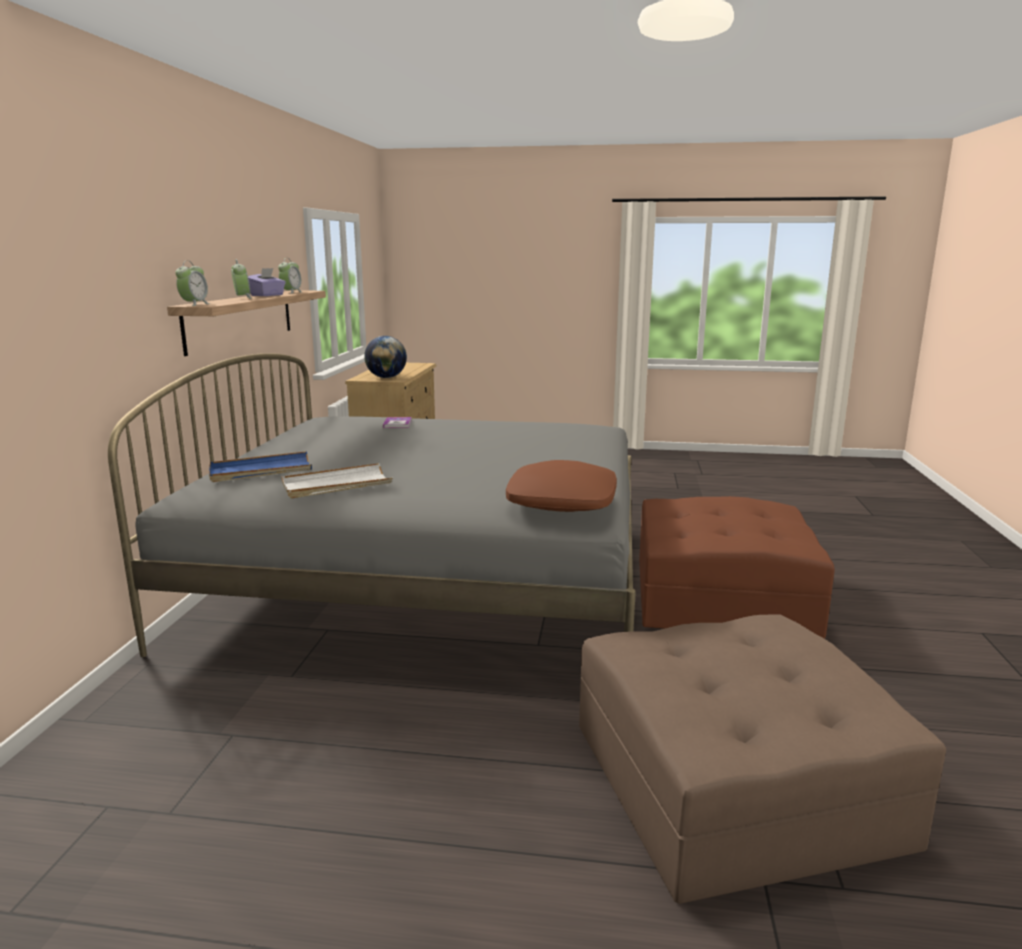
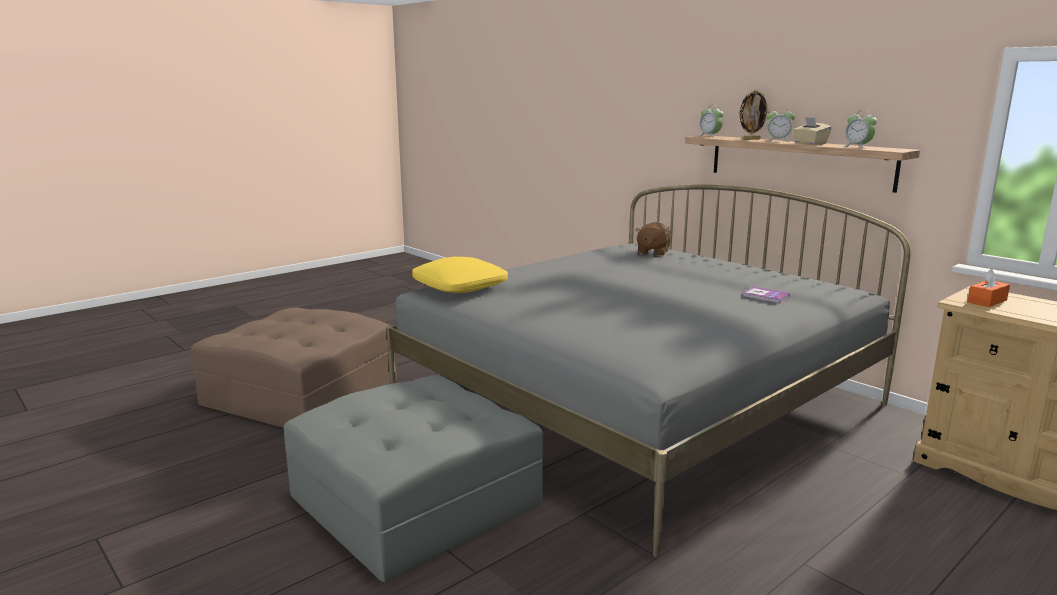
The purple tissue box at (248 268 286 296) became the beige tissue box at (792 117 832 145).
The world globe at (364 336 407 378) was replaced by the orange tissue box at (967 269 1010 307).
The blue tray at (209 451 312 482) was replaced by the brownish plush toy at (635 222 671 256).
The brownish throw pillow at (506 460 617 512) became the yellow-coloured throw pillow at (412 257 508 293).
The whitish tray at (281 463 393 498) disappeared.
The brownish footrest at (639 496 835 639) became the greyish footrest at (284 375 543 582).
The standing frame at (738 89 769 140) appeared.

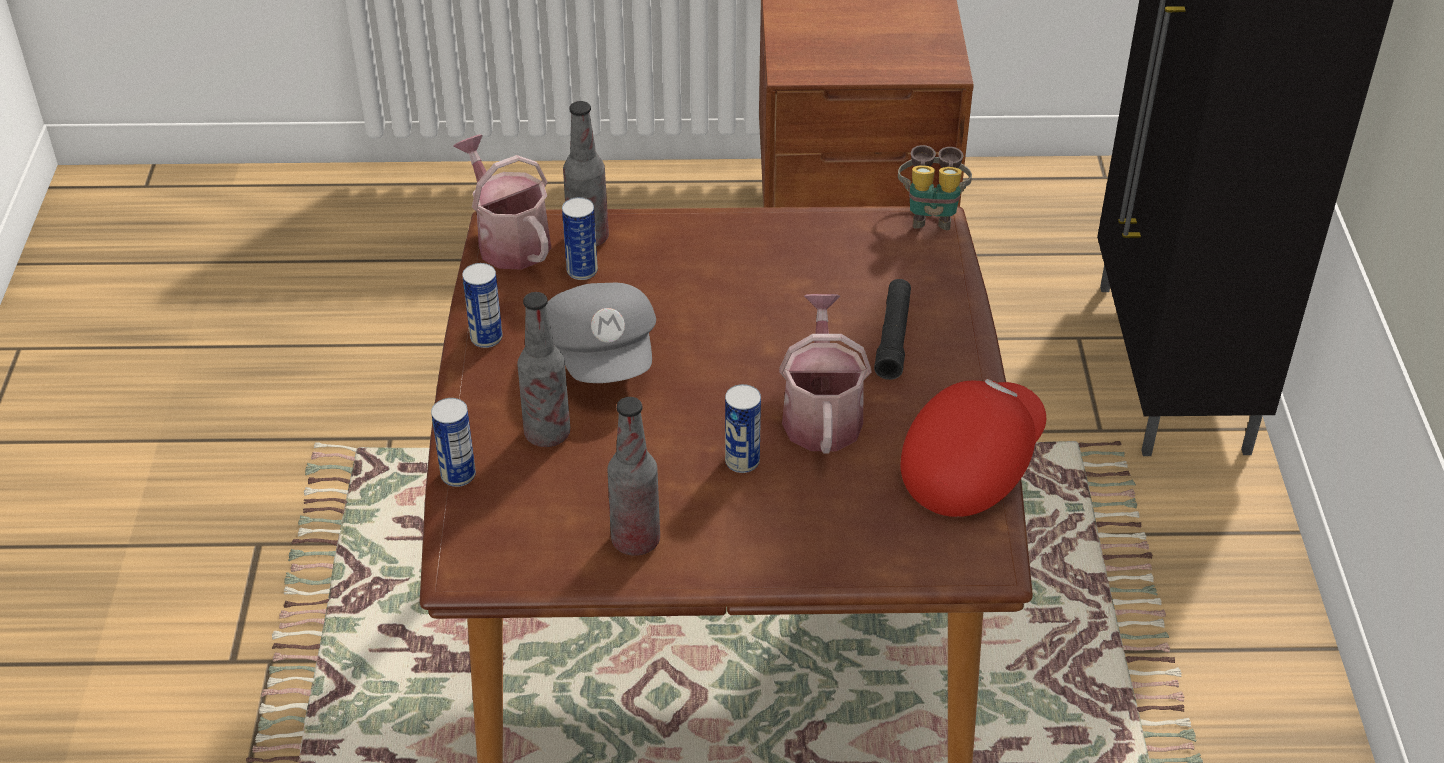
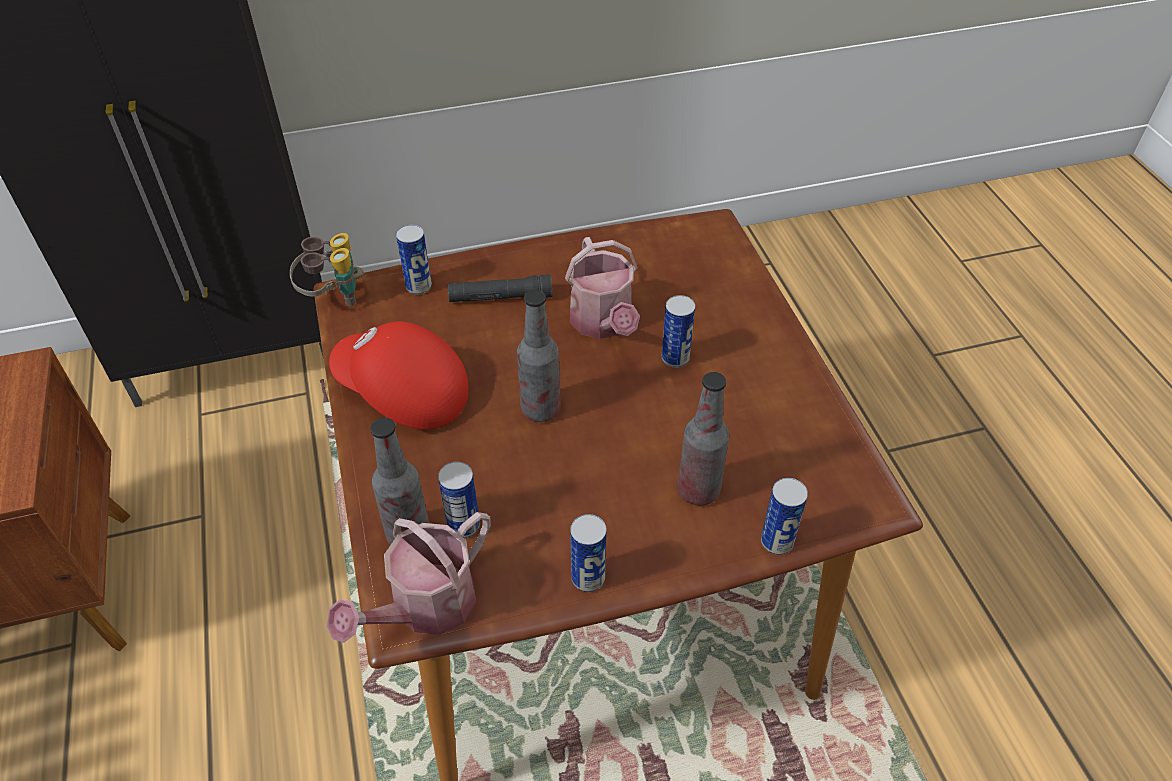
The greyish baseball cap at (546 283 656 383) disappeared.
The sprinkling can at (779 294 872 453) turned 90 degrees counterclockwise.
The red baseball cap moved from (900 379 1046 517) to (329 321 469 429).
The beverage bottle moved from (607 397 660 556) to (517 290 561 422).
The sealed can at (396 225 432 295) appeared.

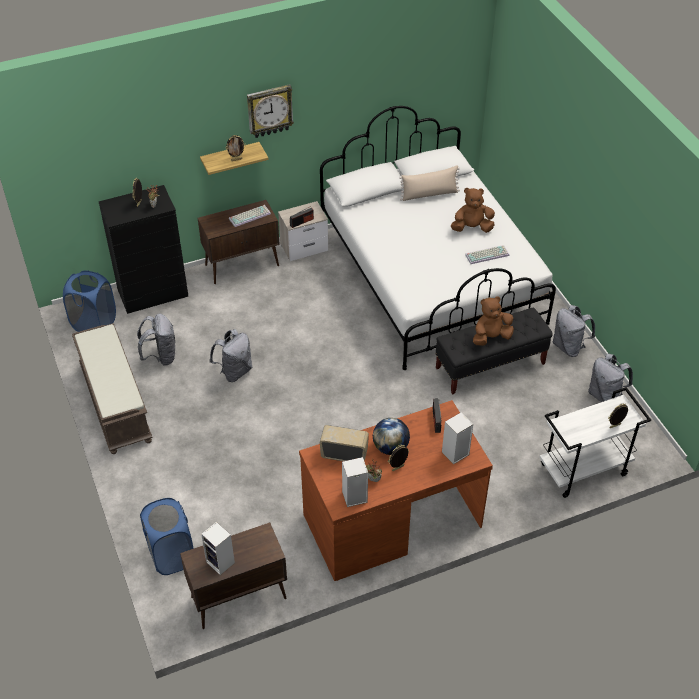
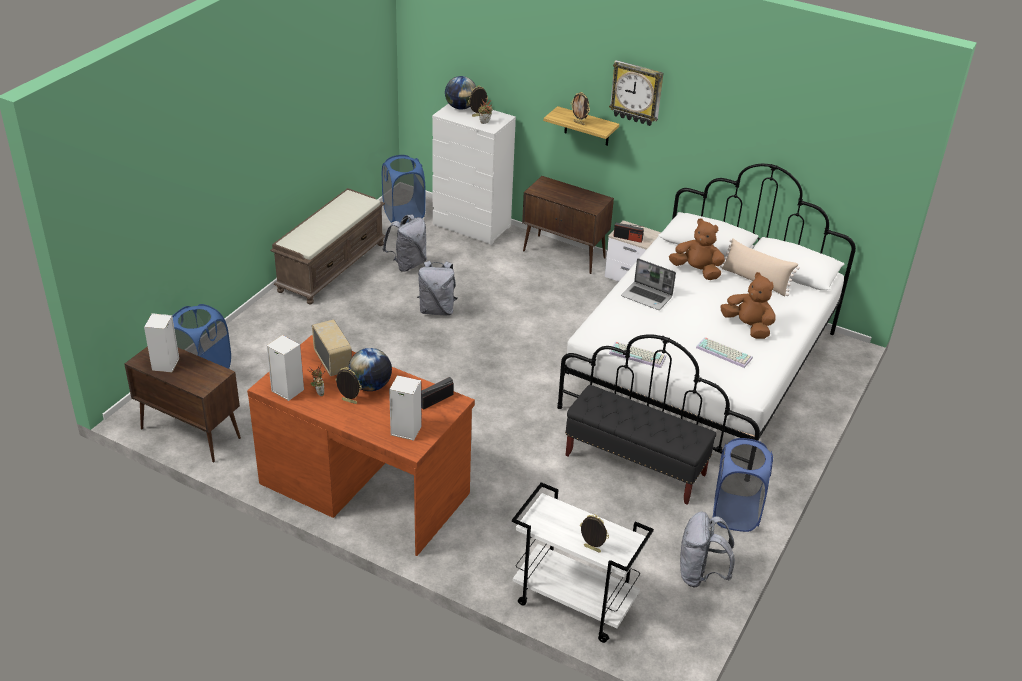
The black-coloured drawer chest at (99 185 188 314) became the whitish drawer chest at (432 103 516 245).
The PC keyboard moved from (229 205 271 227) to (609 342 666 368).
The brownish plush toy moved from (473 296 514 346) to (669 218 725 280).
The greyish knapsack at (553 305 595 357) was replaced by the blue hamper at (713 438 773 532).
The world globe at (445 76 476 109) appeared.
The laptop at (621 258 676 310) appeared.

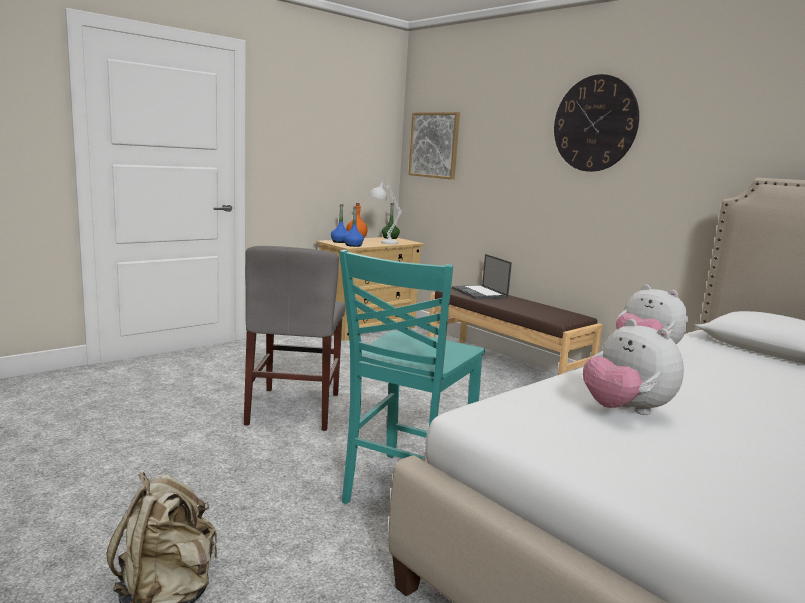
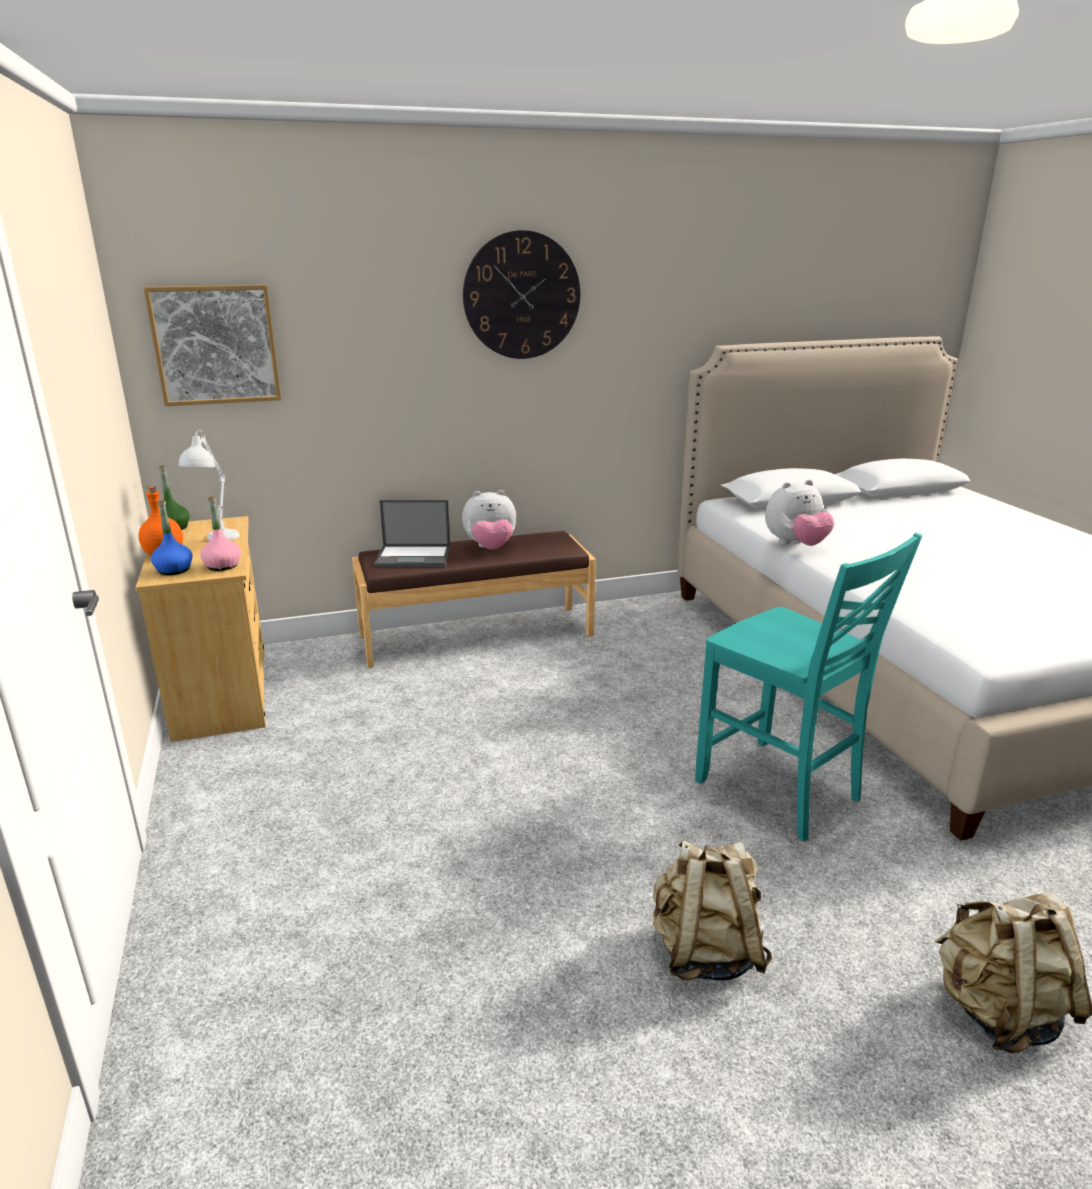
The blue beverage bottle at (344 207 364 247) became the pink-coloured beverage bottle at (200 496 241 571).
The greyish plain chair at (244 246 345 431) disappeared.
The plush toy moved from (583 319 684 415) to (462 490 516 550).
The beige knapsack at (653 841 772 981) appeared.

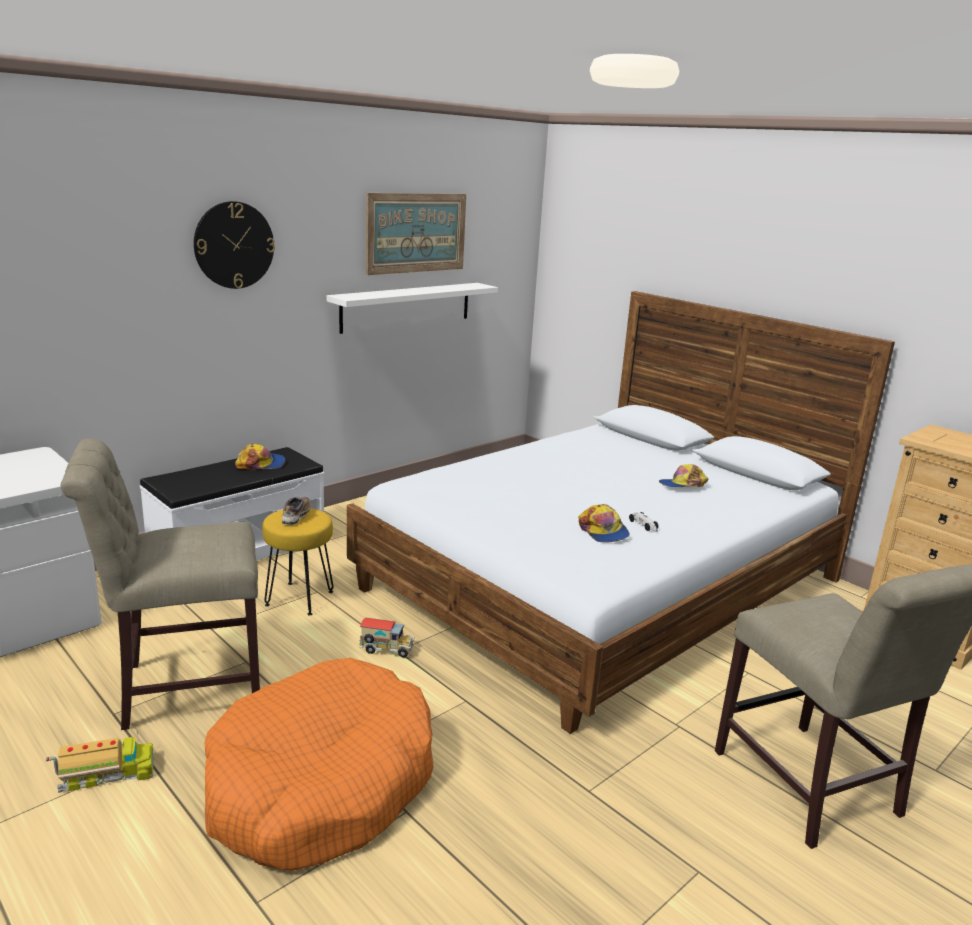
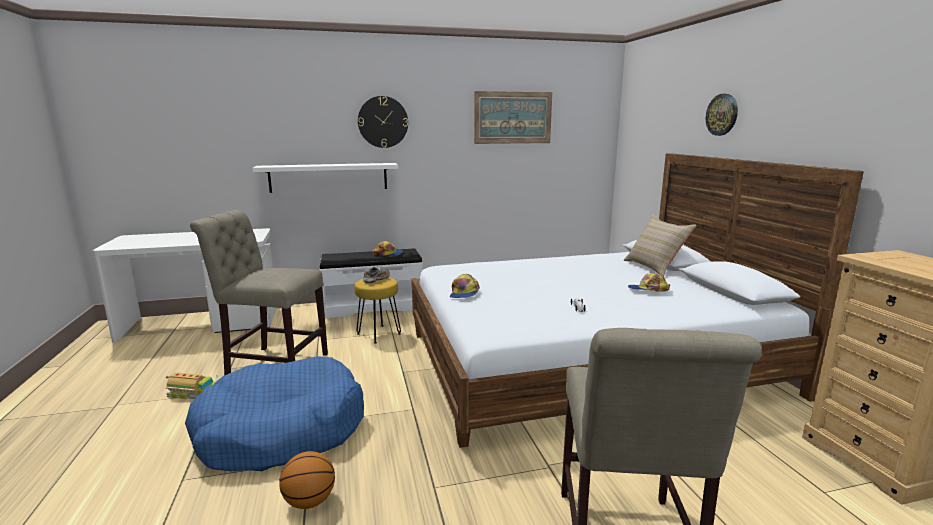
The whitish bracket shelf moved from (327 283 498 334) to (252 163 398 193).
The baseball cap moved from (578 504 630 543) to (450 274 480 298).
The toy truck at (360 618 414 658) disappeared.
The orange pet bed at (205 658 434 871) became the blue pet bed at (185 356 364 471).
The hanging clock at (706 94 738 136) appeared.
The beige throw pillow at (624 215 697 277) appeared.
The basketball at (279 451 335 509) appeared.

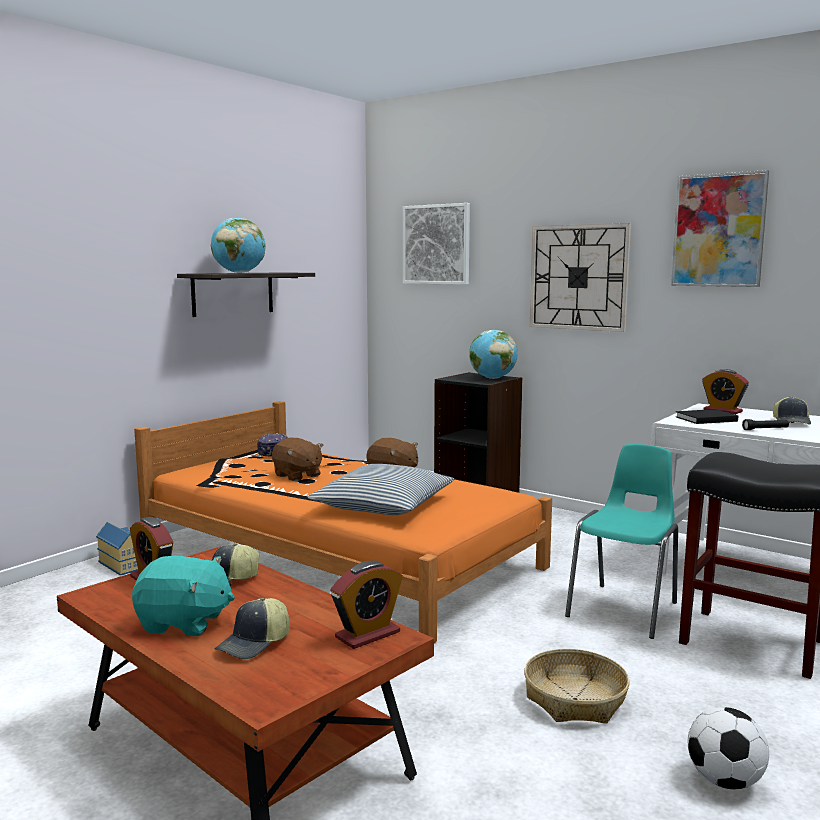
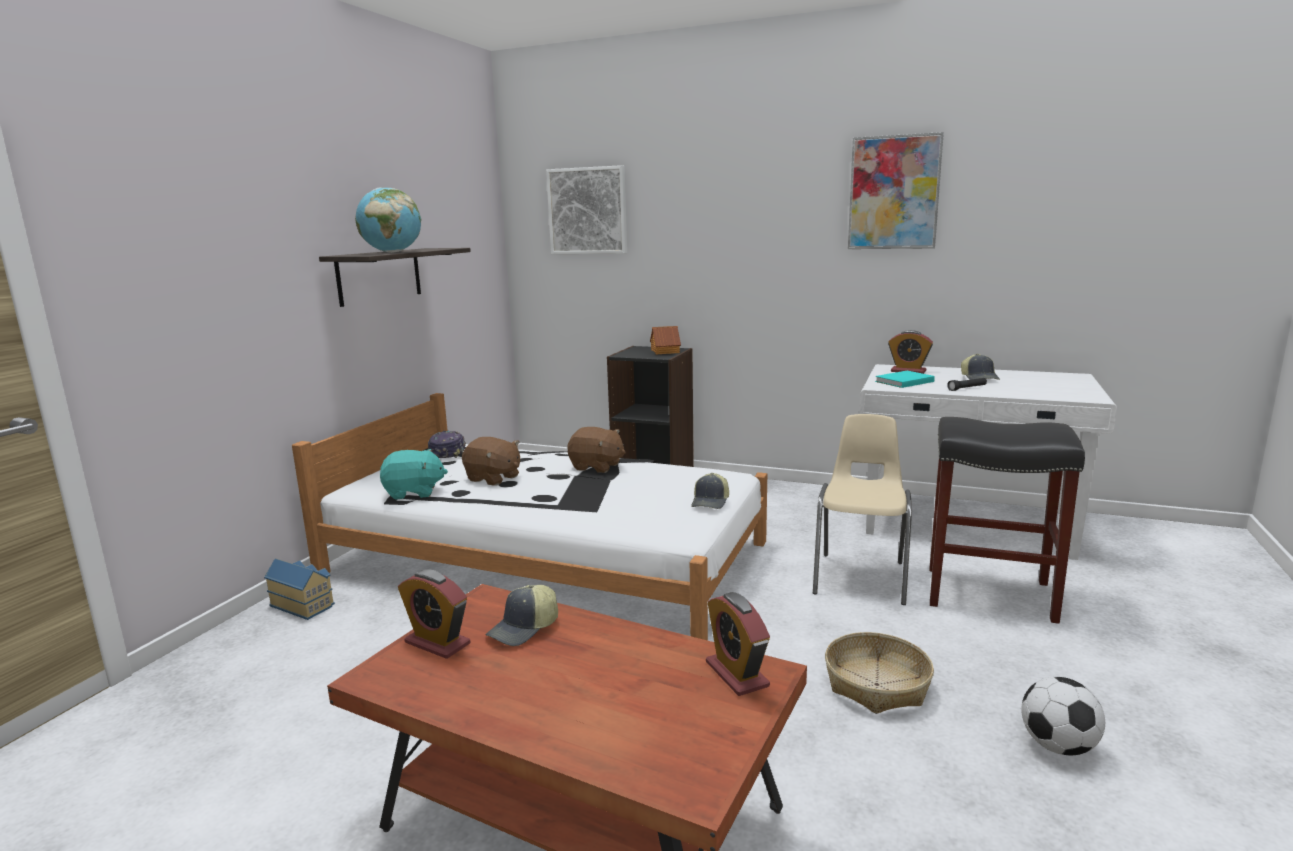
The hanging clock at (530 223 631 332) disappeared.
The world globe at (469 330 518 379) was replaced by the toy house at (650 326 681 354).
The orange sleeping bed at (134 401 552 643) became the whitish sleeping bed at (292 393 767 641).
The black-coloured bound book at (676 409 738 424) became the blue-green bound book at (875 371 935 388).
The blue-green plain chair at (565 444 678 639) became the beige plain chair at (813 414 912 605).
The throw pillow at (308 464 454 515) disappeared.
The blue-green plush toy moved from (132 556 235 636) to (380 449 448 500).
The table clock at (331 560 403 649) turned 120 degrees clockwise.
The baseball cap moved from (215 598 290 659) to (691 473 729 509).

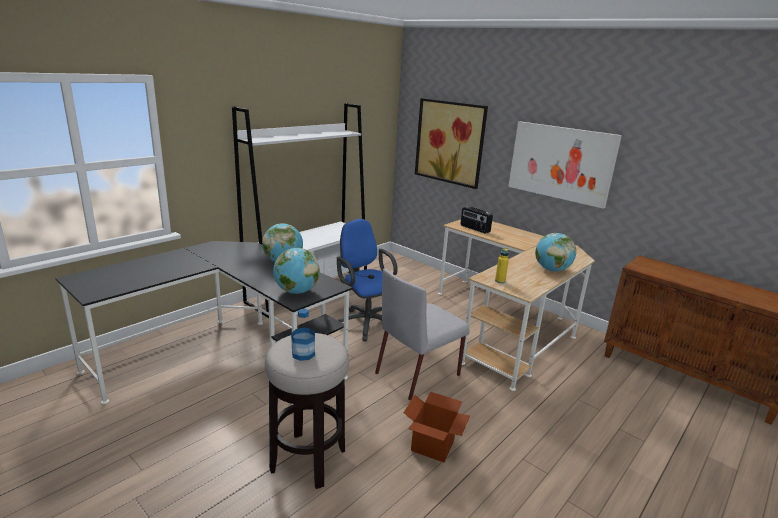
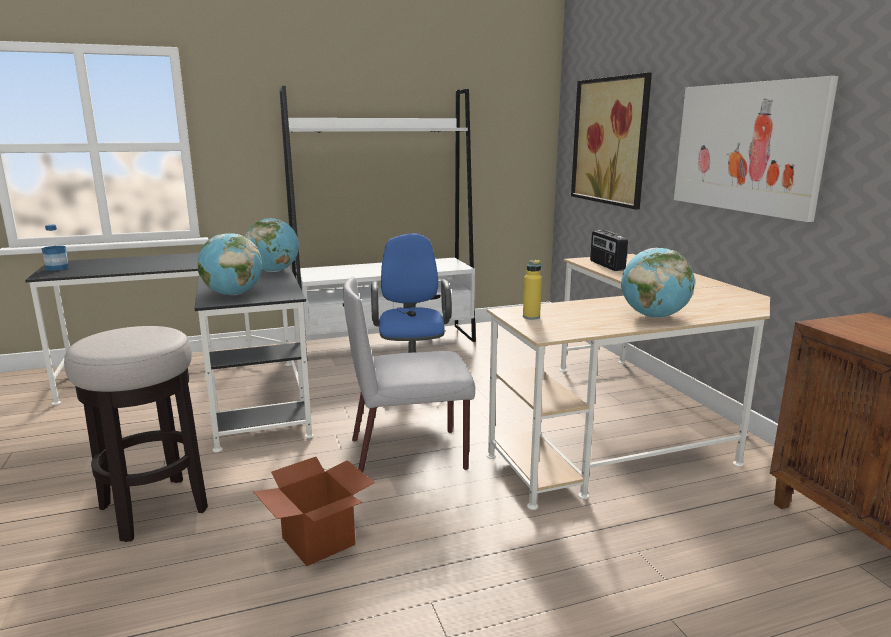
The beverage bottle moved from (291 309 315 361) to (42 225 69 271).

